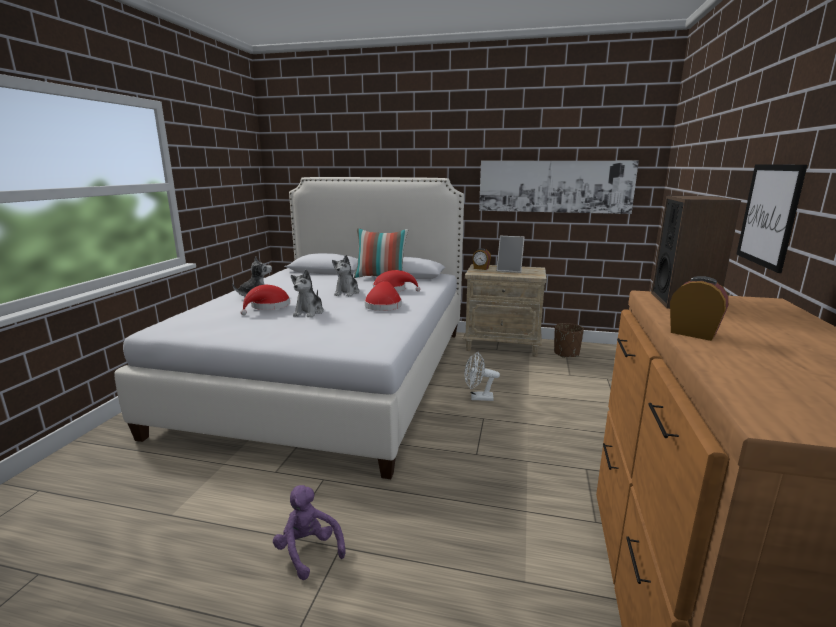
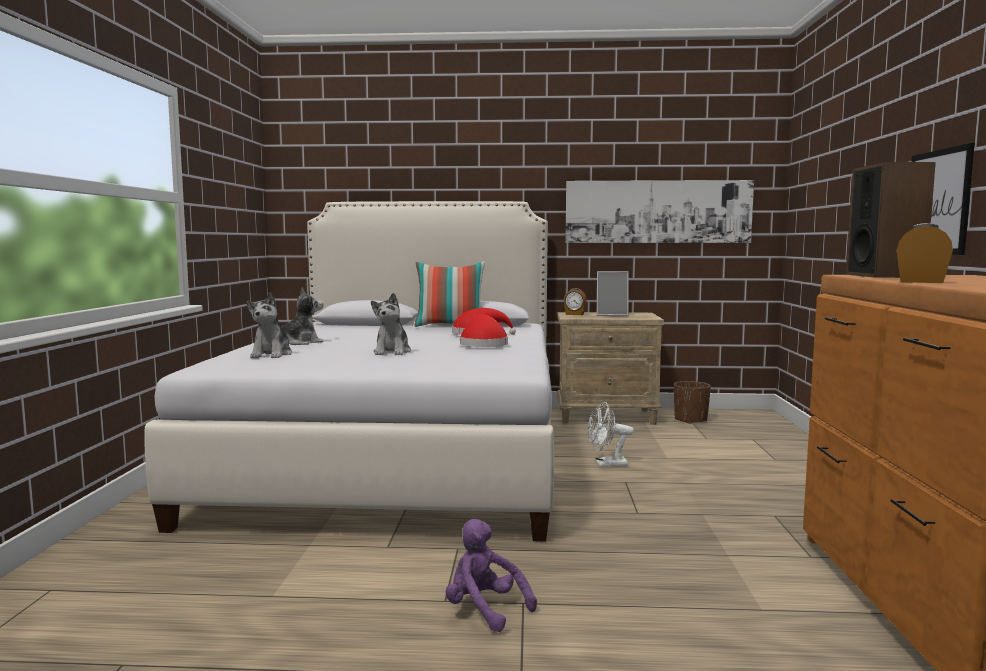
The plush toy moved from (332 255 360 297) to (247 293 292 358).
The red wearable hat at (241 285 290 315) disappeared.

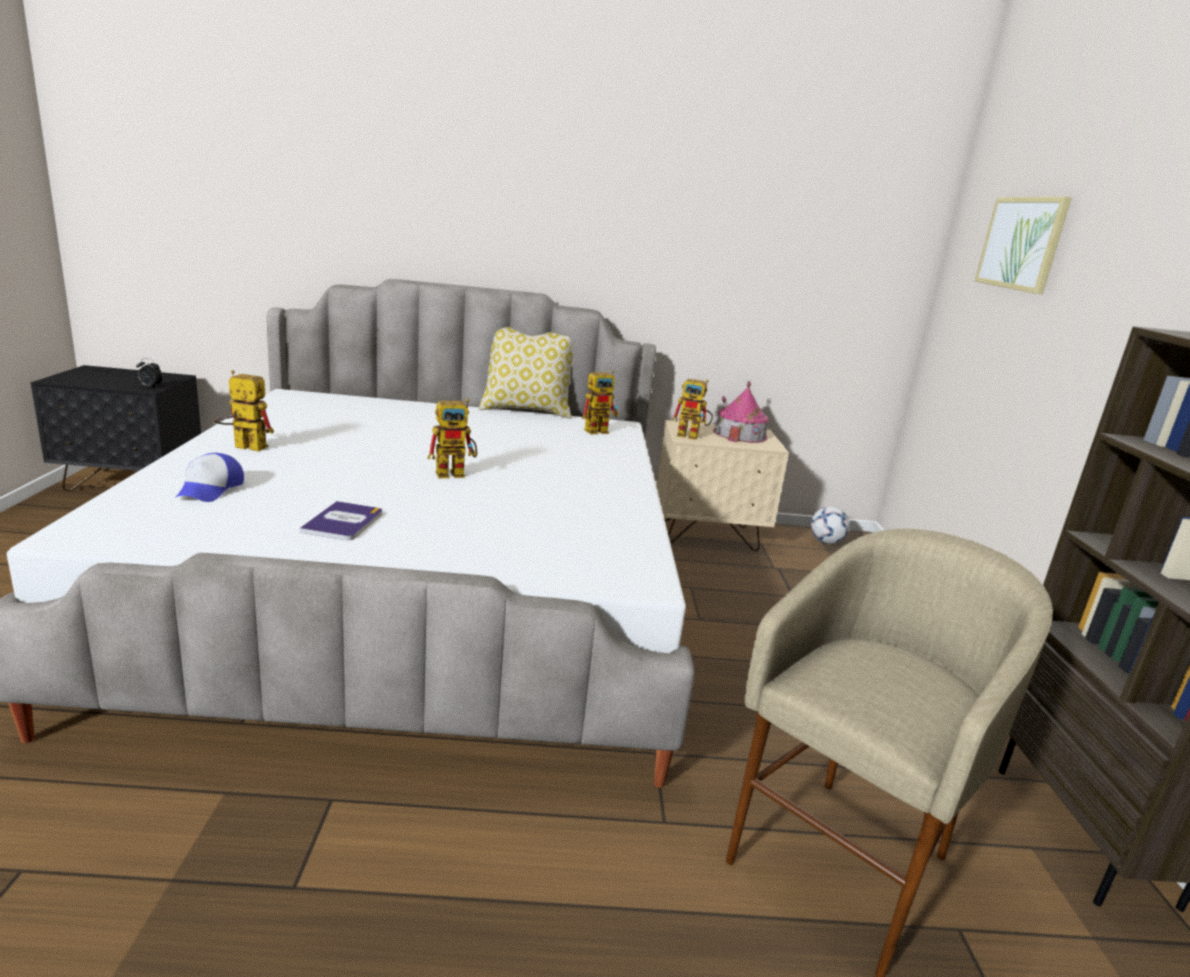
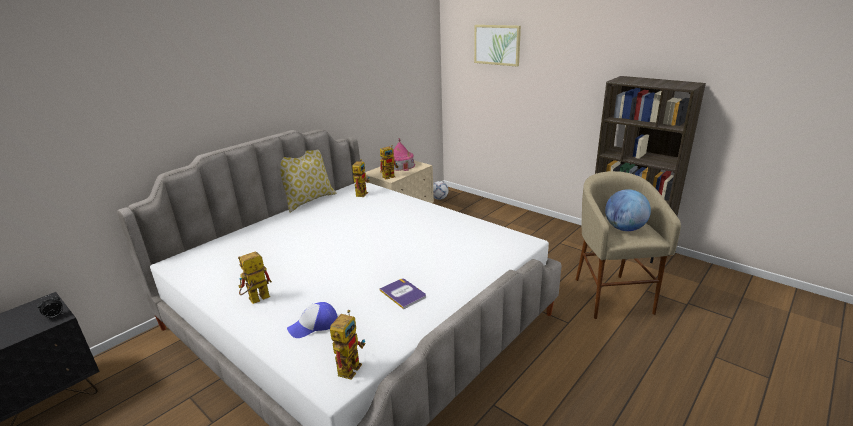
The robot figure moved from (428 399 477 478) to (330 310 365 380).
The baseball cap at (175 453 244 502) turned 105 degrees clockwise.
The world globe at (605 189 651 231) appeared.

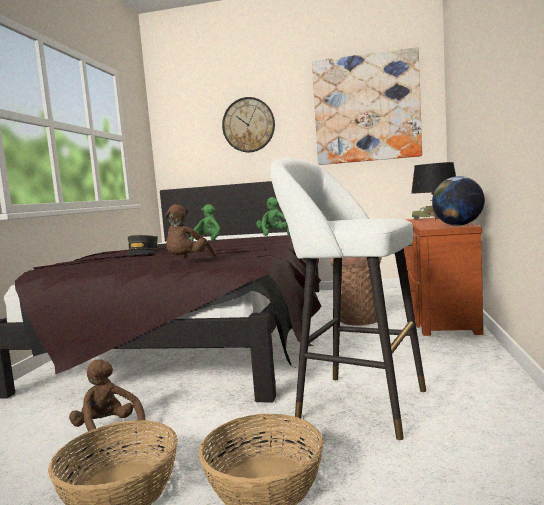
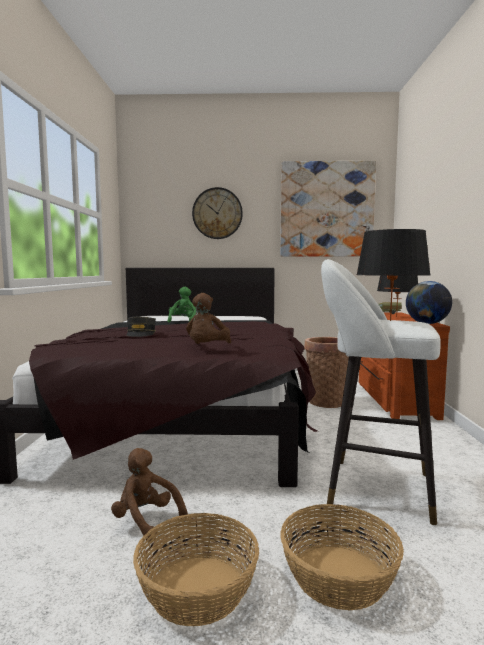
The green-coloured plush toy at (256 197 290 236) disappeared.
The black-coloured table lamp at (356 229 430 321) appeared.

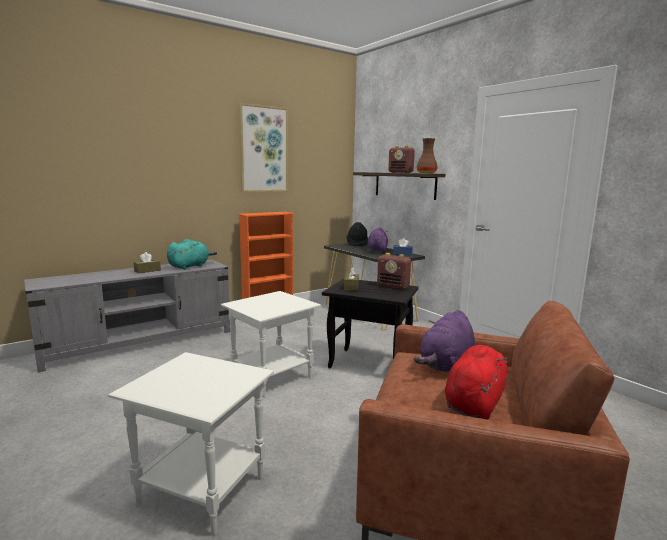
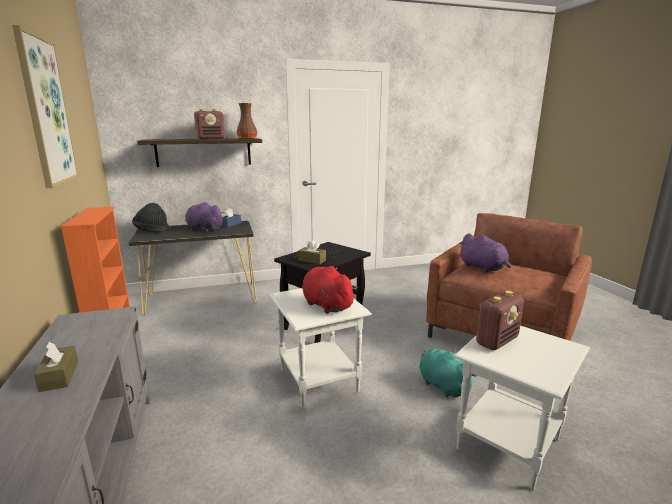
The blue-green plush toy moved from (167 239 217 270) to (419 349 477 397).
The radio receiver moved from (377 253 411 289) to (476 291 524 350).
The red plush toy moved from (445 345 507 420) to (302 266 358 314).

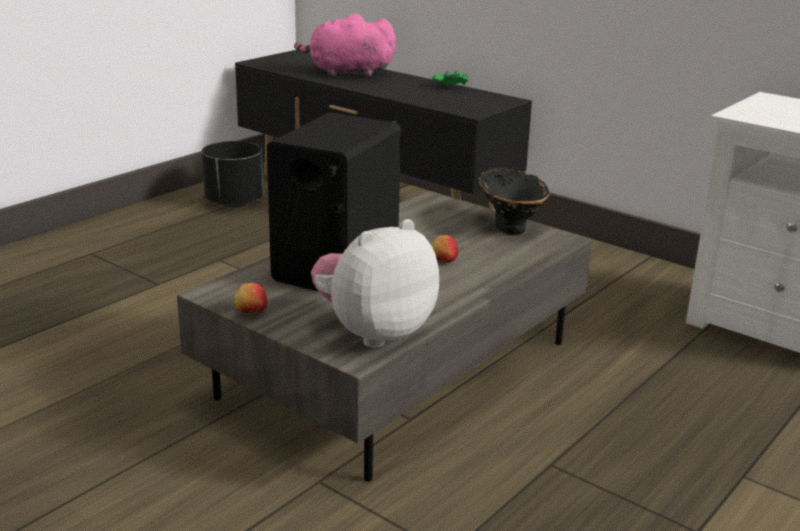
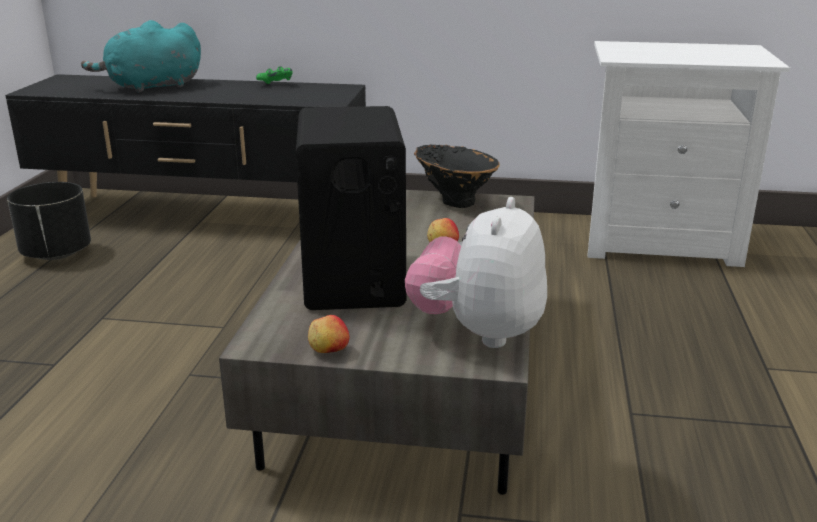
The pink-coloured plush toy at (294 13 396 77) became the blue-green plush toy at (81 20 201 93).

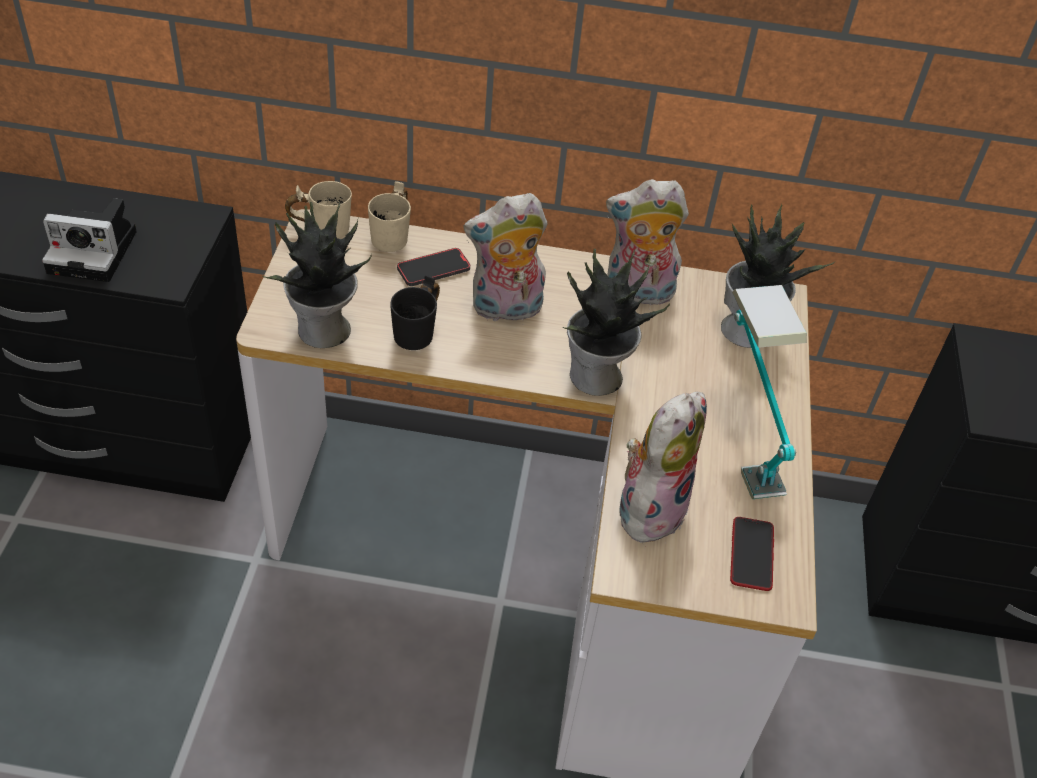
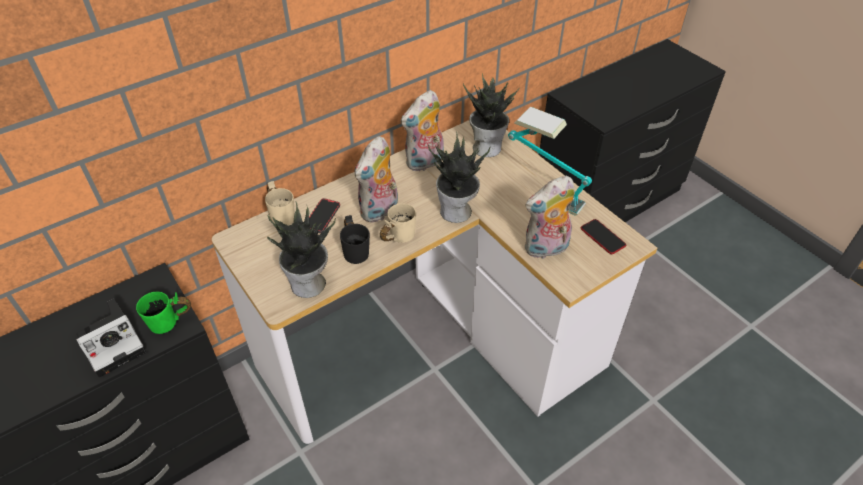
The beige mug moved from (285 181 352 238) to (380 203 416 243).
The plush toy at (619 392 707 543) turned 105 degrees counterclockwise.
The green-coloured mug at (136 292 191 334) appeared.

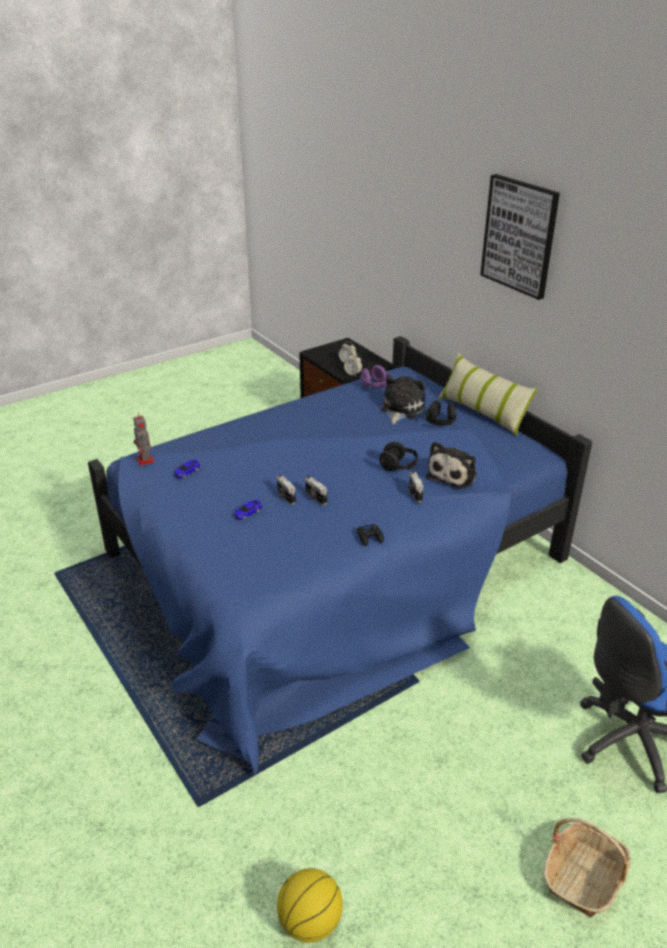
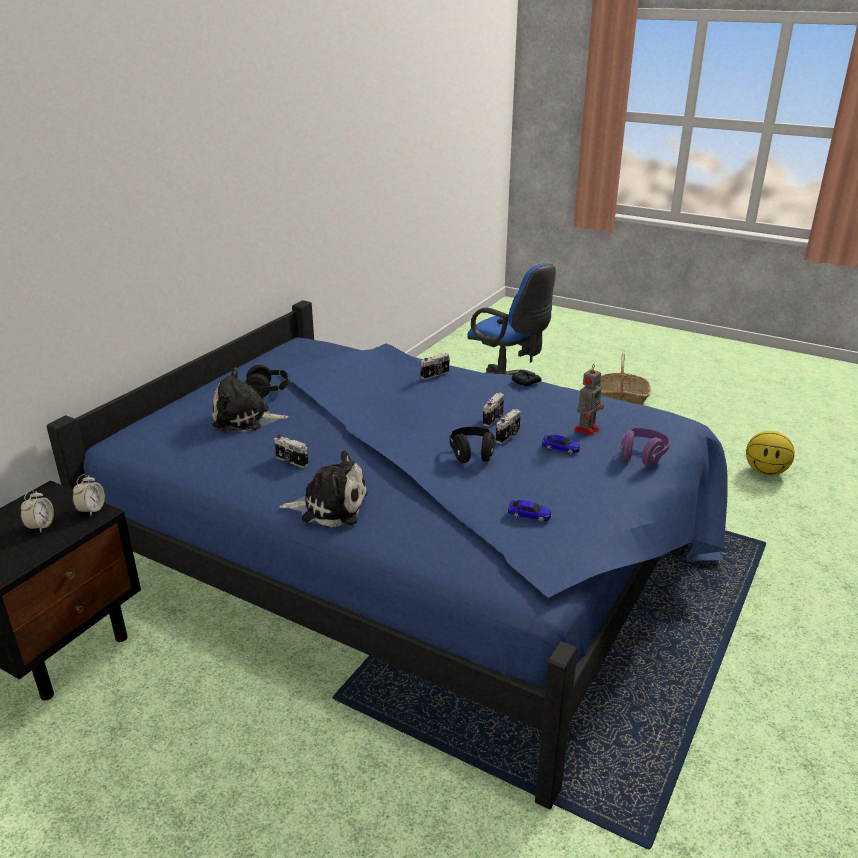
The wall picture at (480 174 560 300) disappeared.
The throw pillow at (438 353 538 436) disappeared.
The purple pair of headphones moved from (360 365 392 388) to (620 428 670 466).
The robot figure moved from (133 412 155 466) to (574 364 604 436).
The black-coloured pair of headphones moved from (379 442 419 471) to (449 427 495 463).
The plush toy moved from (426 442 477 489) to (279 450 368 527).
The still camera at (274 435 309 468) appeared.

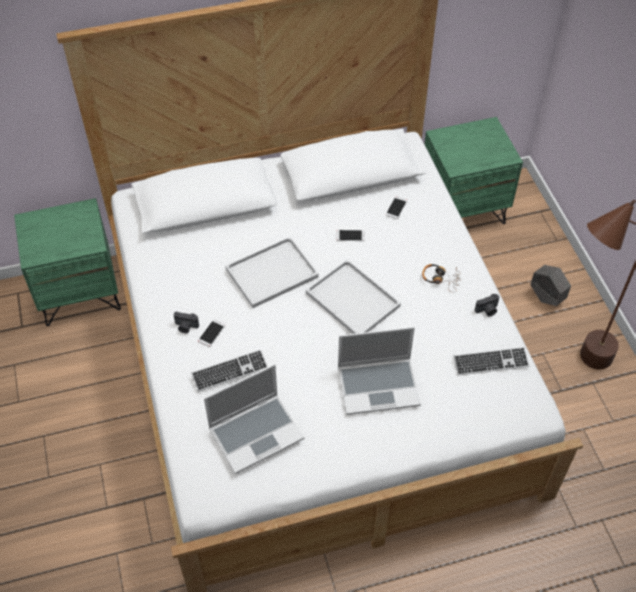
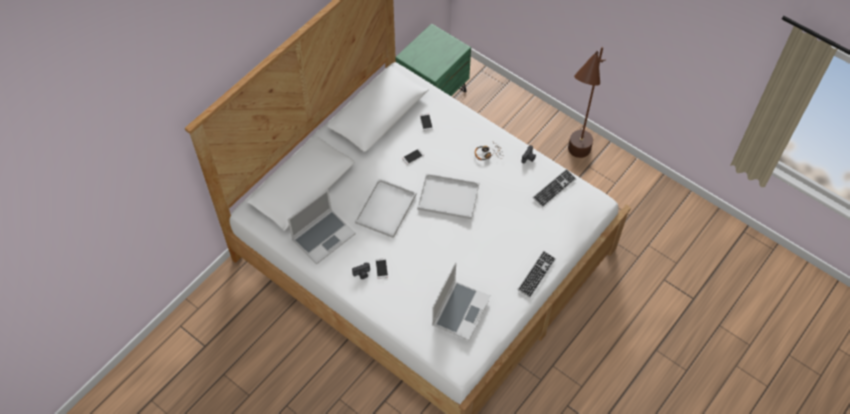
The green-coloured nightstand at (14 198 121 326) disappeared.
The greyish planter at (530 265 571 306) disappeared.
The laptop moved from (338 327 421 415) to (288 189 356 264).
The PC keyboard moved from (191 349 268 392) to (517 250 556 298).

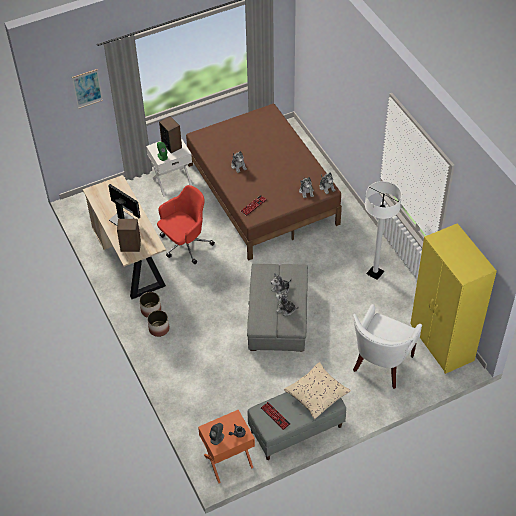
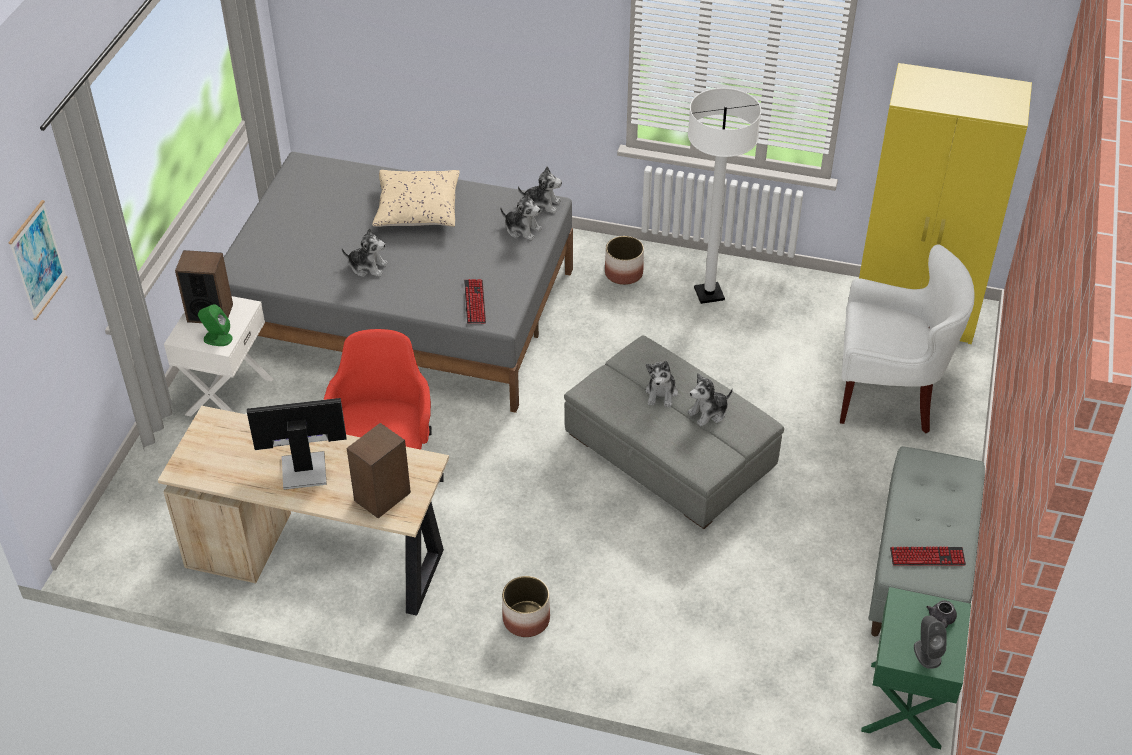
The brownish sleeping bed at (186 104 342 260) became the greyish sleeping bed at (224 152 573 413).
The planter moved from (139 292 161 318) to (605 236 644 285).
The whitish armchair at (353 304 422 389) turned 60 degrees counterclockwise.
The beige throw pillow moved from (284 362 351 419) to (373 170 459 227).
The orange nightstand at (198 410 255 483) became the green-coloured nightstand at (861 587 971 749).

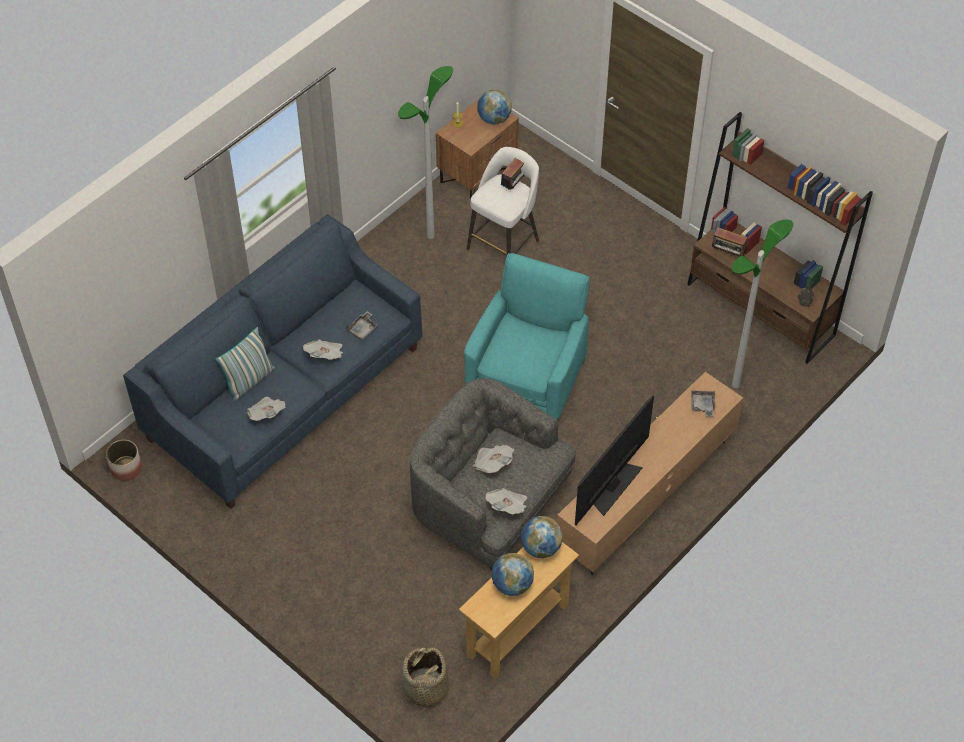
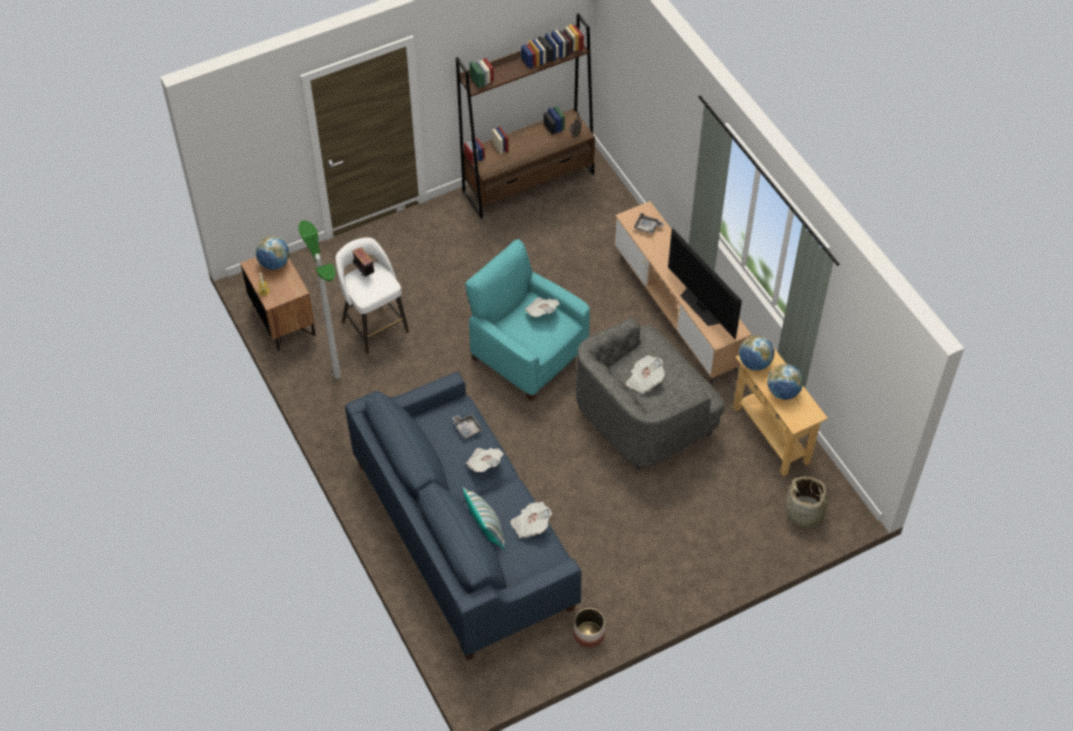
The standing lamp at (732 220 793 388) disappeared.
The radio receiver at (712 227 748 257) disappeared.
The planter moved from (106 440 142 481) to (574 608 605 648).
The daily paper moved from (486 488 527 514) to (525 298 560 317).

